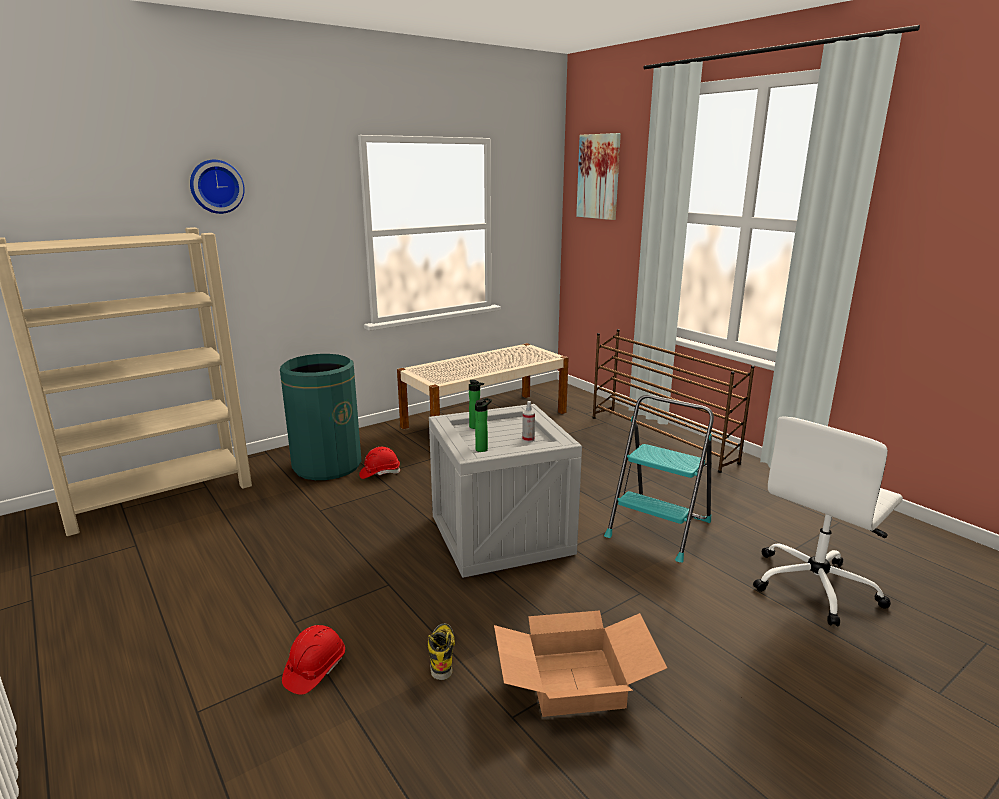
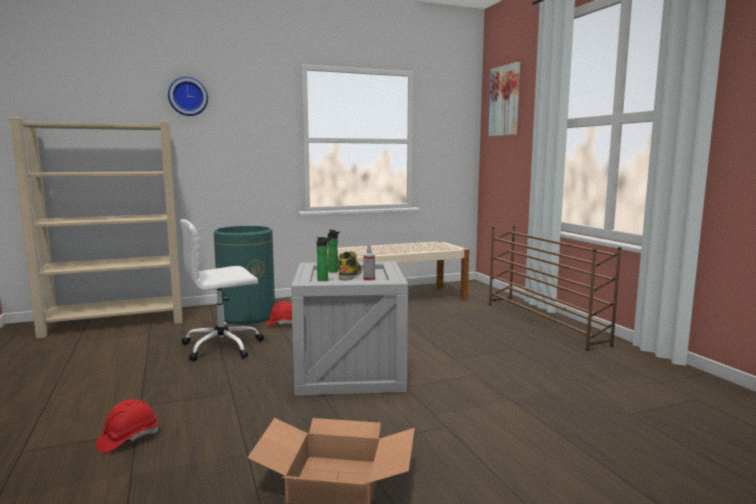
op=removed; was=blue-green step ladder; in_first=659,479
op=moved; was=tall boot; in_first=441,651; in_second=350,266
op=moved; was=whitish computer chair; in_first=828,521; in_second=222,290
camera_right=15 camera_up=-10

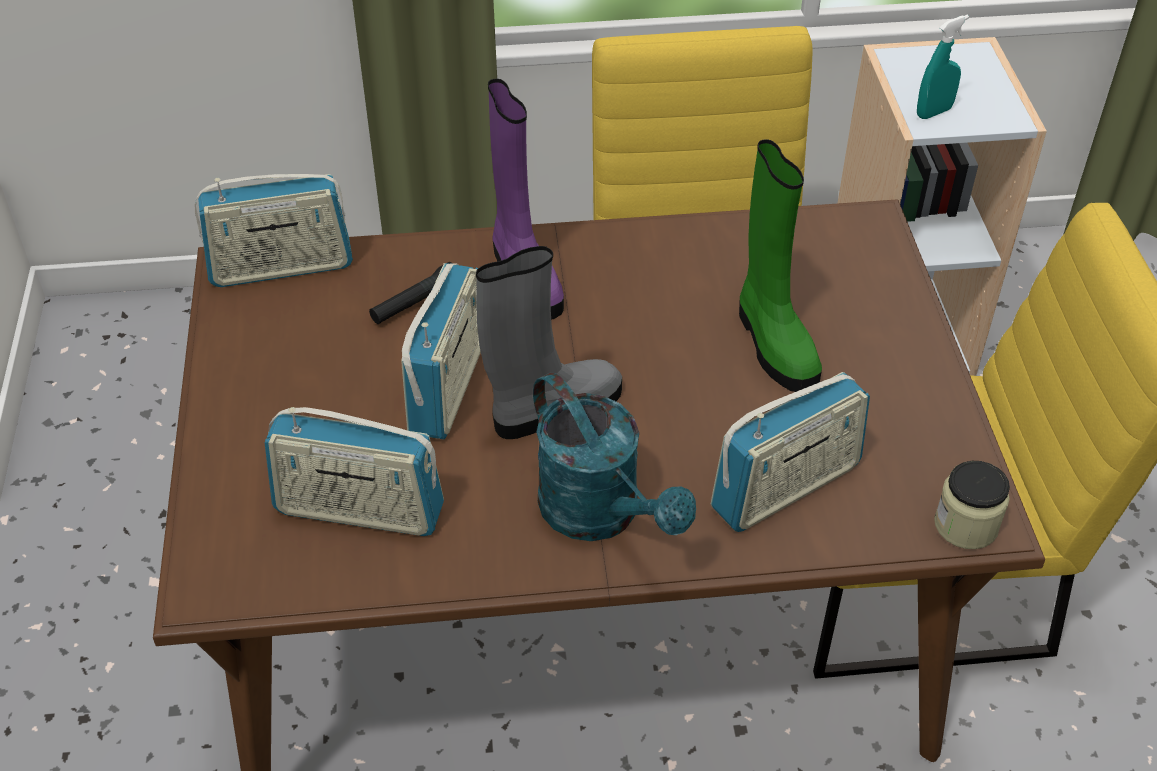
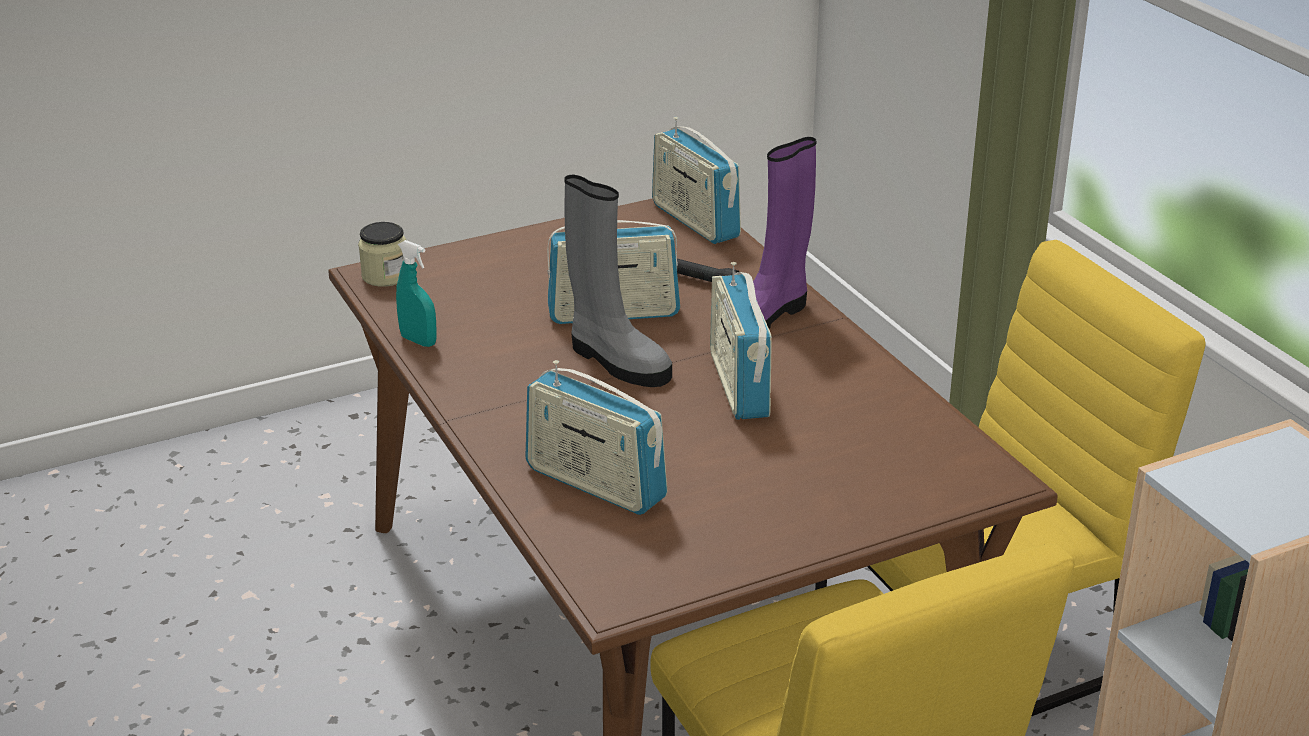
op=removed; was=blue-green sprinkling can; in_first=614,456
op=removed; was=greenish tall boot; in_first=780,265
op=moved; was=radio receiver; in_first=354,471; in_second=741,341
op=moved; was=blue-green hand sprayer; in_first=943,67; in_second=416,293
op=moved; was=storage jar; in_first=972,505; in_second=382,254
camera_right=70 camera_up=-15

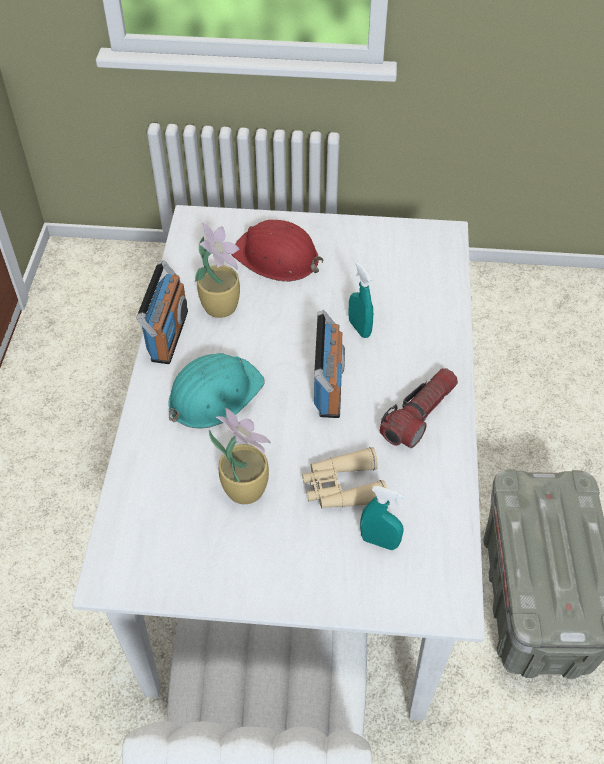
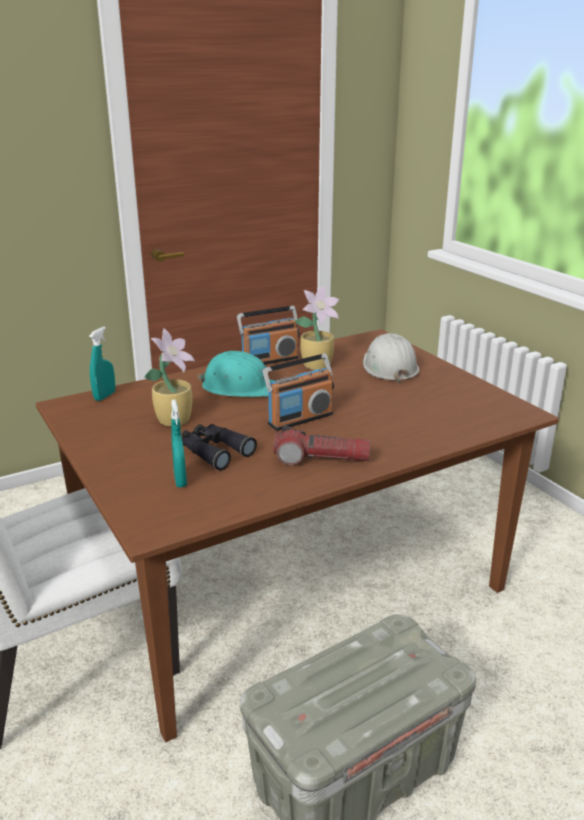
op=moved; was=blue-green hand sprayer; in_first=360,300; in_second=102,364
op=recoloured; was=whitish kitchen table; now=brownish kitchen table; in_first=278,462; in_second=297,535
op=recoloured; was=reddish hard hat; now=whitish hard hat; in_first=277,251; in_second=391,358
op=recoloured; was=beige pair of binoculars; now=blackish pair of binoculars; in_first=344,478; in_second=219,447
camera_right=55 camera_up=-25

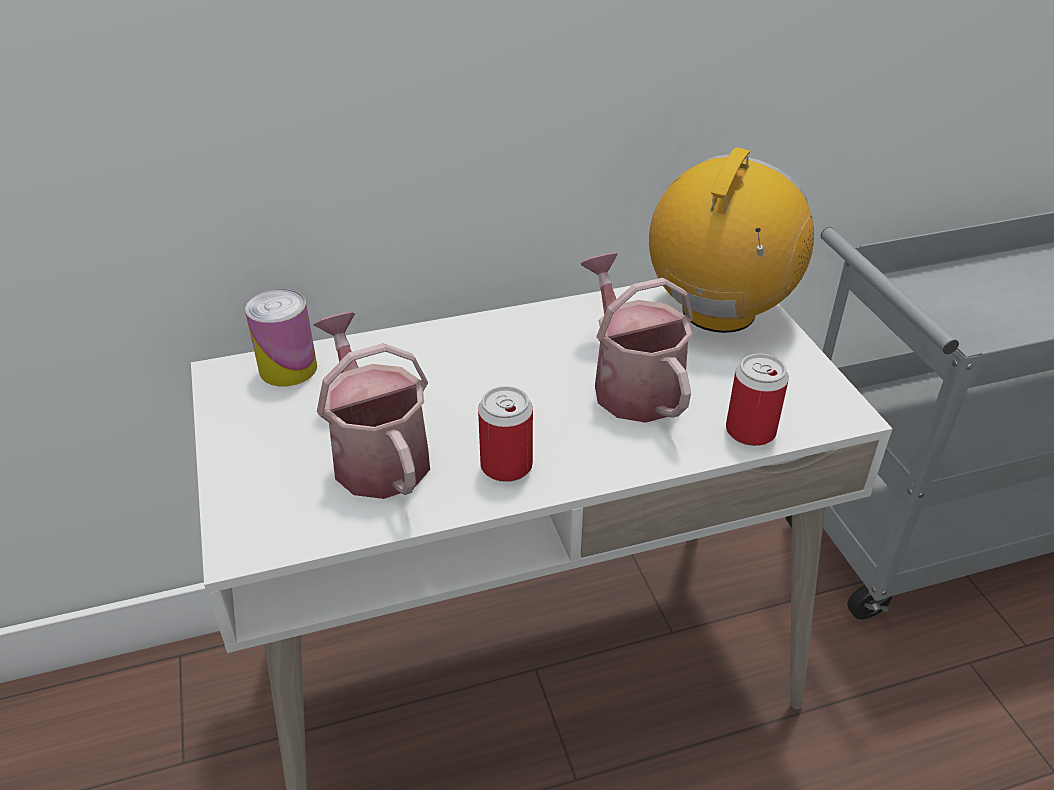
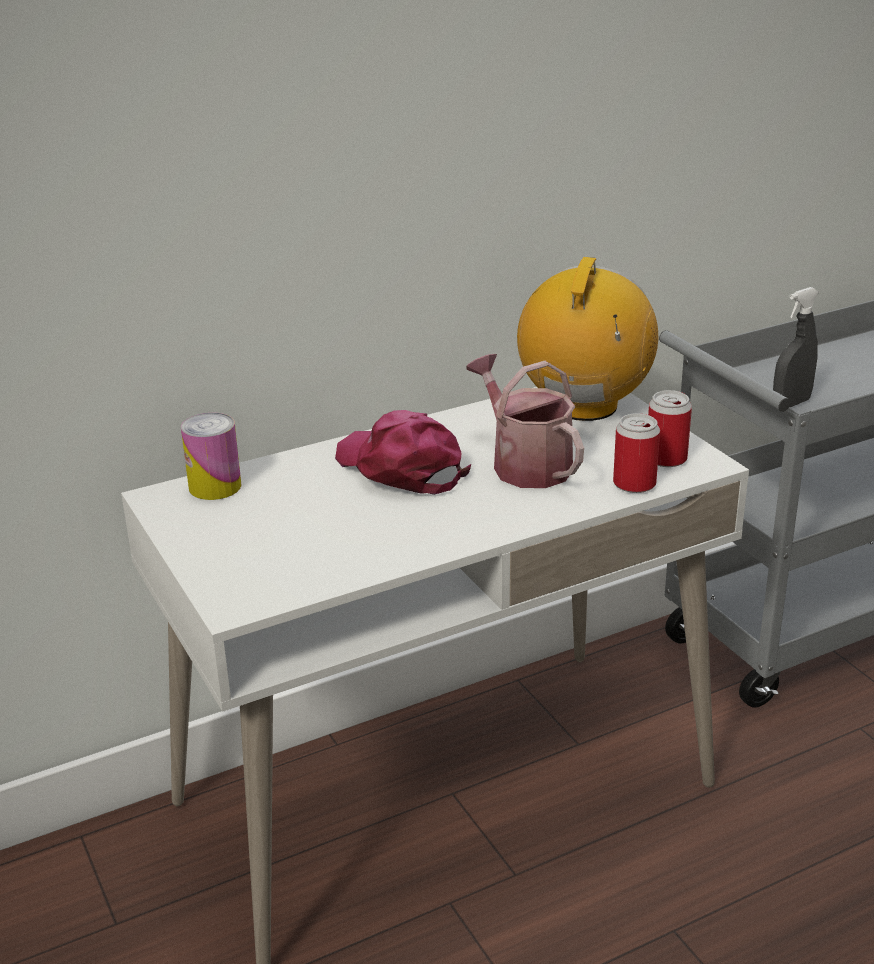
op=removed; was=sprinkling can; in_first=371,405
op=added; now=pink peaked cap; in_second=403,452
op=added; now=gray hand sprayer; in_second=796,347
op=moved; was=metal can; in_first=505,434; in_second=670,428
camera_right=-10 camera_up=-10

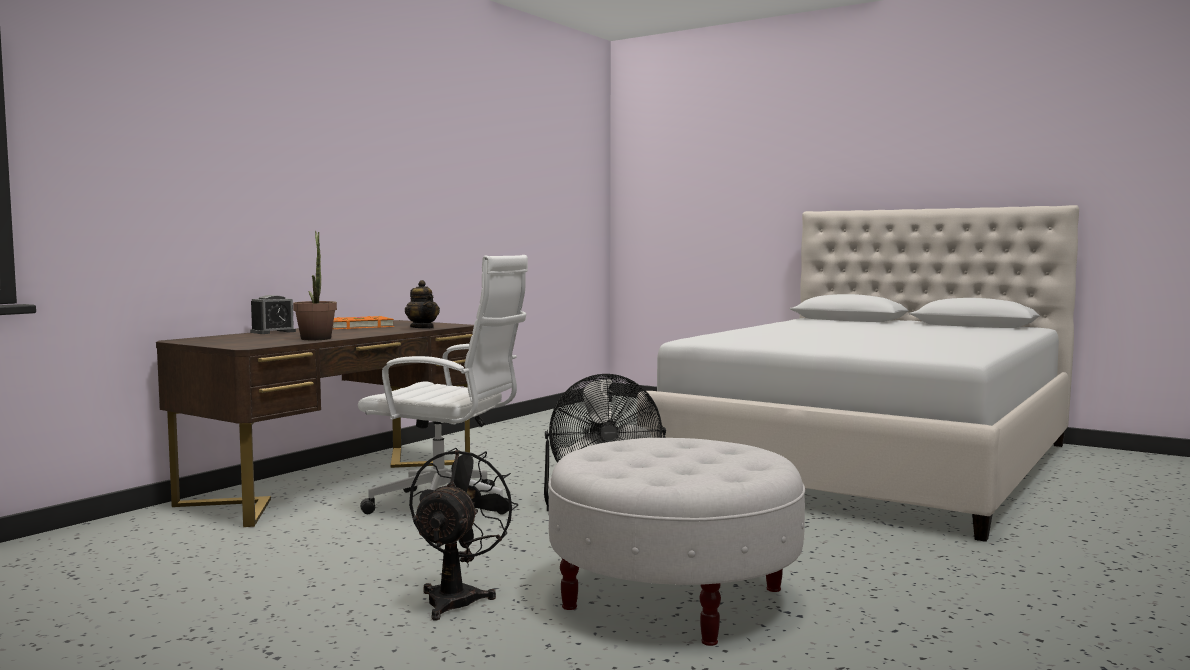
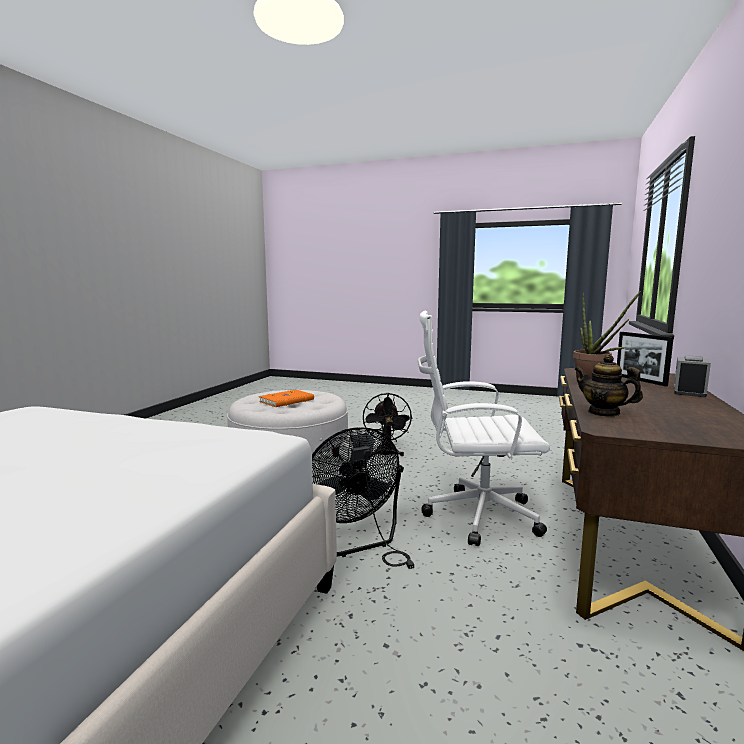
op=added; now=picture frame; in_second=645,359
op=moved; was=orangey volume; in_first=363,322; in_second=286,398
camera_right=165 camera_up=5

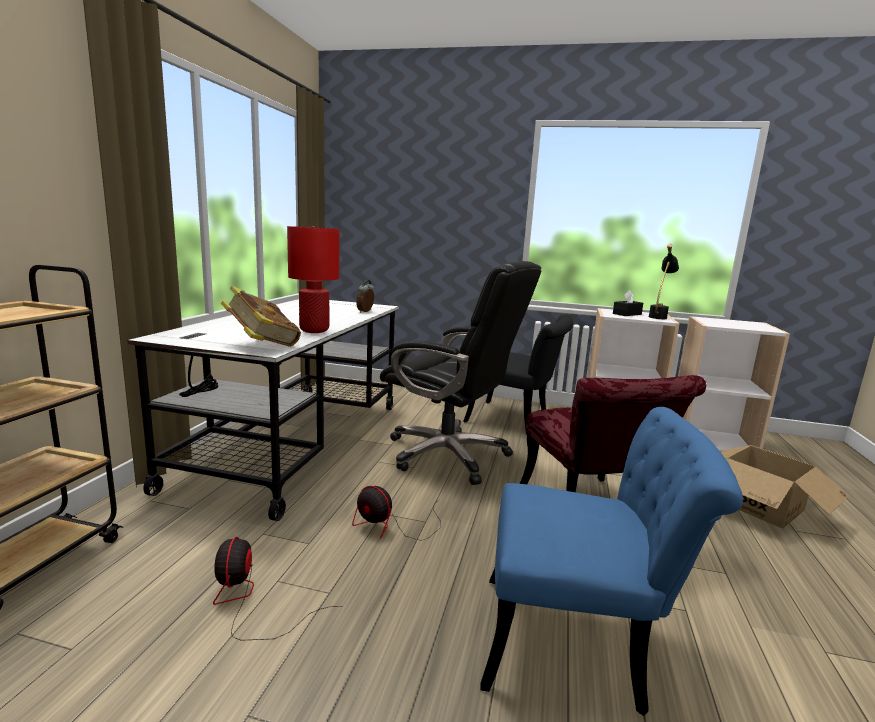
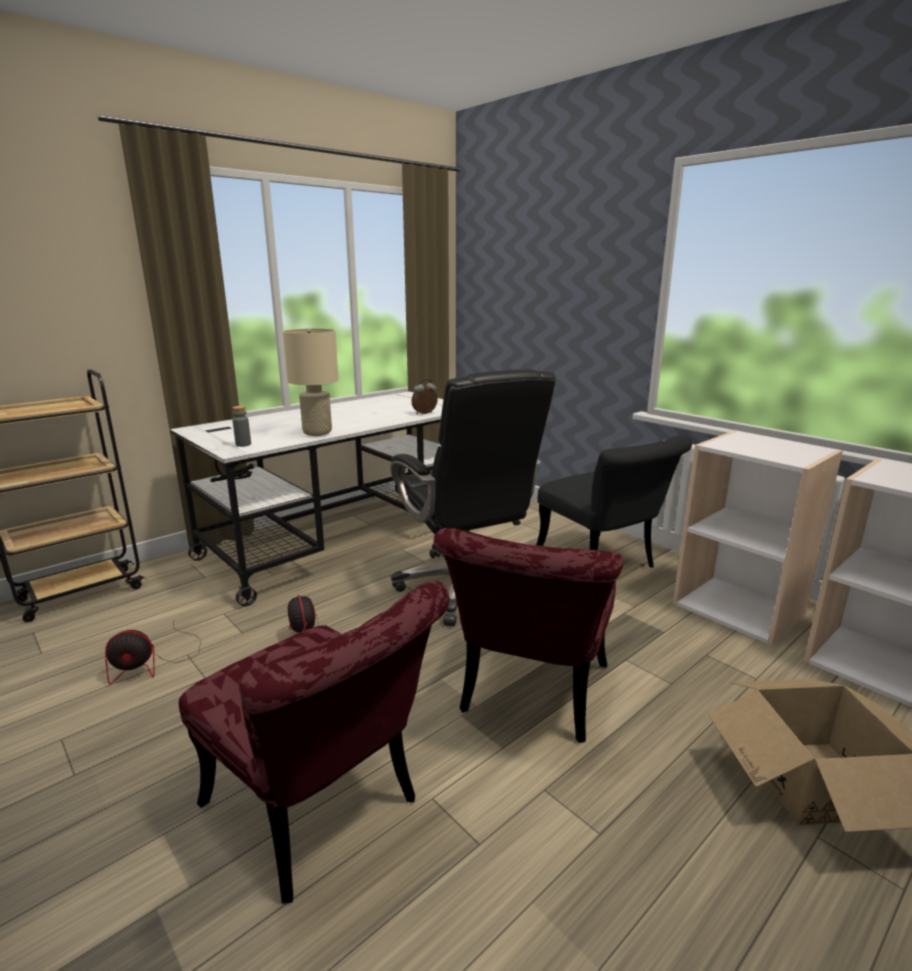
op=removed; was=blackish tissue box; in_first=628,303
op=removed; was=blackish lamp for a table; in_first=664,281
op=replaced; was=volume; now=gray beverage bottle; in_first=261,316; in_second=241,426
op=recoloured; was=reddish lamp for a table; now=beige lamp for a table; in_first=313,279; in_second=311,382
op=recoloured; was=blue plain chair; now=reddish plain chair; in_first=611,561; in_second=313,742
op=turned; was=cooling fan; in_first=277,589; in_second=153,653; clockwise=-135
camera_right=35 camera_up=5

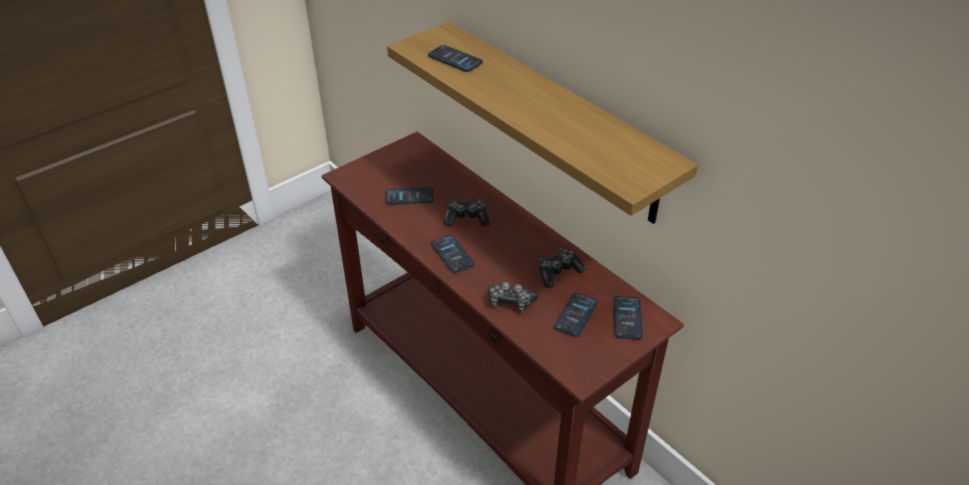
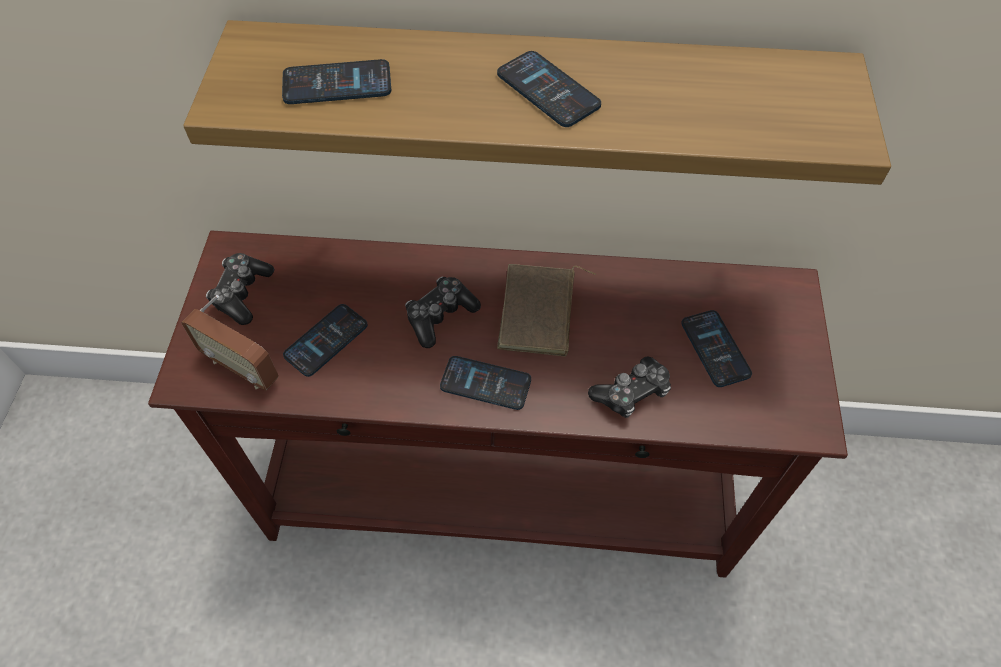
op=added; now=radio receiver; in_second=230,343
op=added; now=brownish volume; in_second=546,310
op=moved; was=joypad; in_first=562,268; in_second=240,289
op=moved; was=telephone; in_first=628,317; in_second=549,89
camera_right=-45 camera_up=15

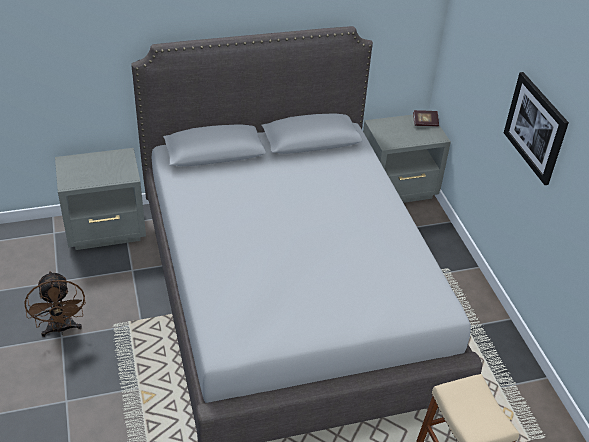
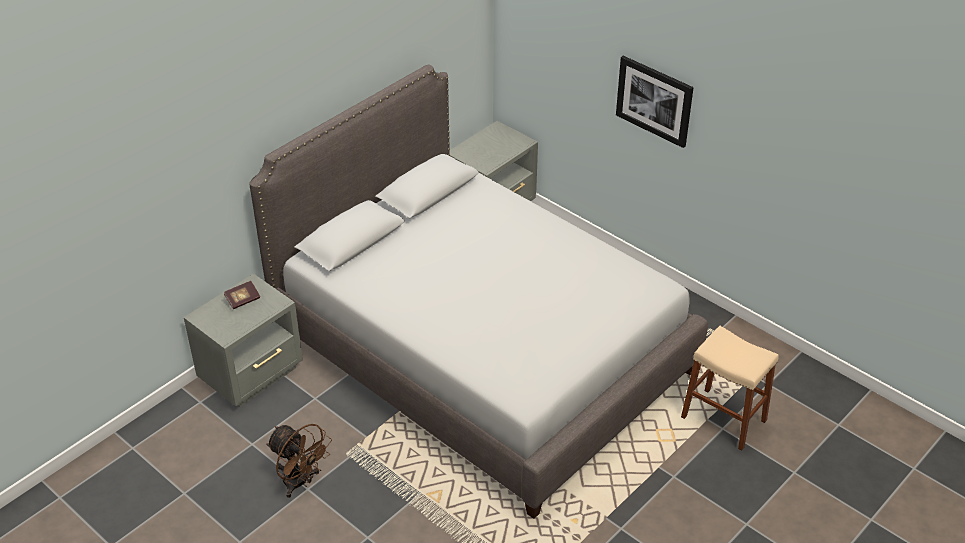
op=moved; was=volume; in_first=426,118; in_second=242,295
camera_right=-30 camera_up=0

